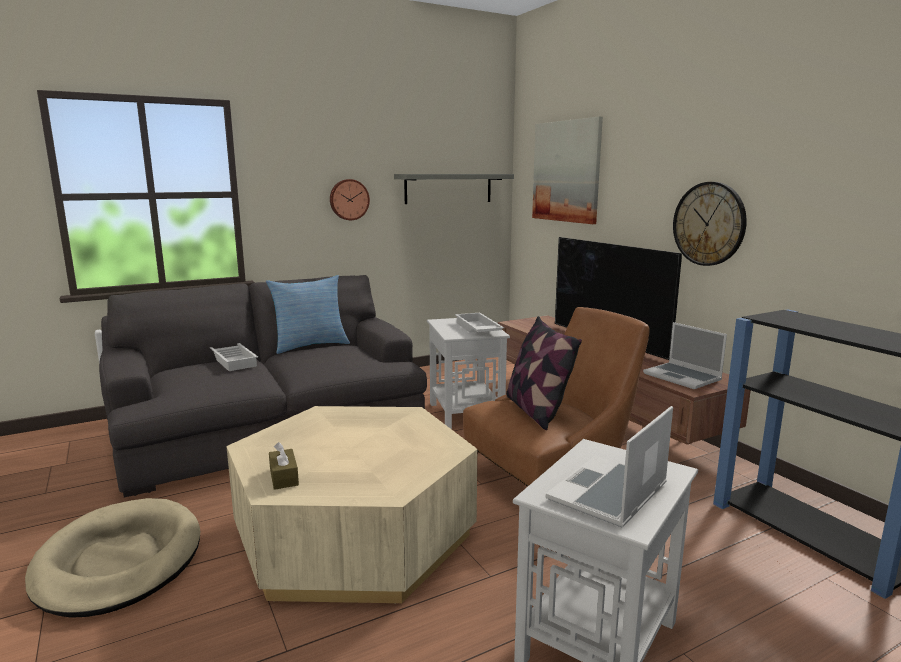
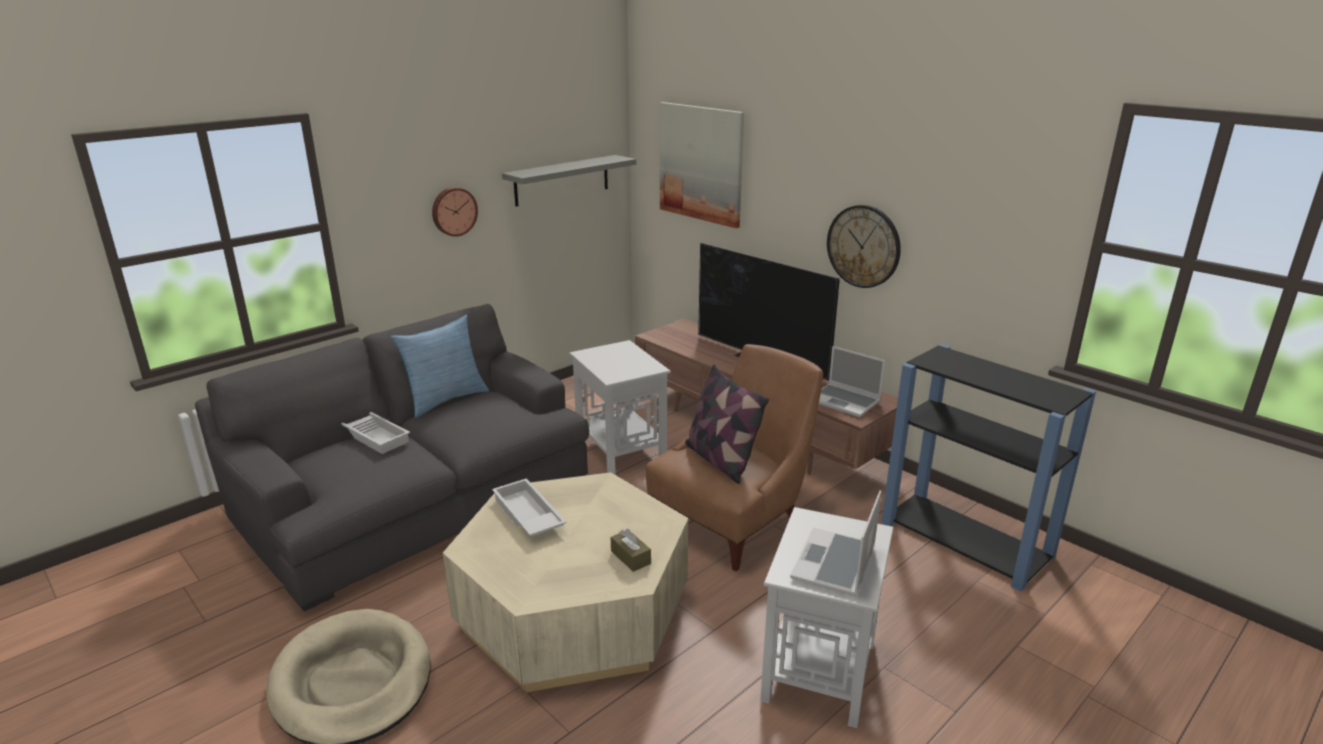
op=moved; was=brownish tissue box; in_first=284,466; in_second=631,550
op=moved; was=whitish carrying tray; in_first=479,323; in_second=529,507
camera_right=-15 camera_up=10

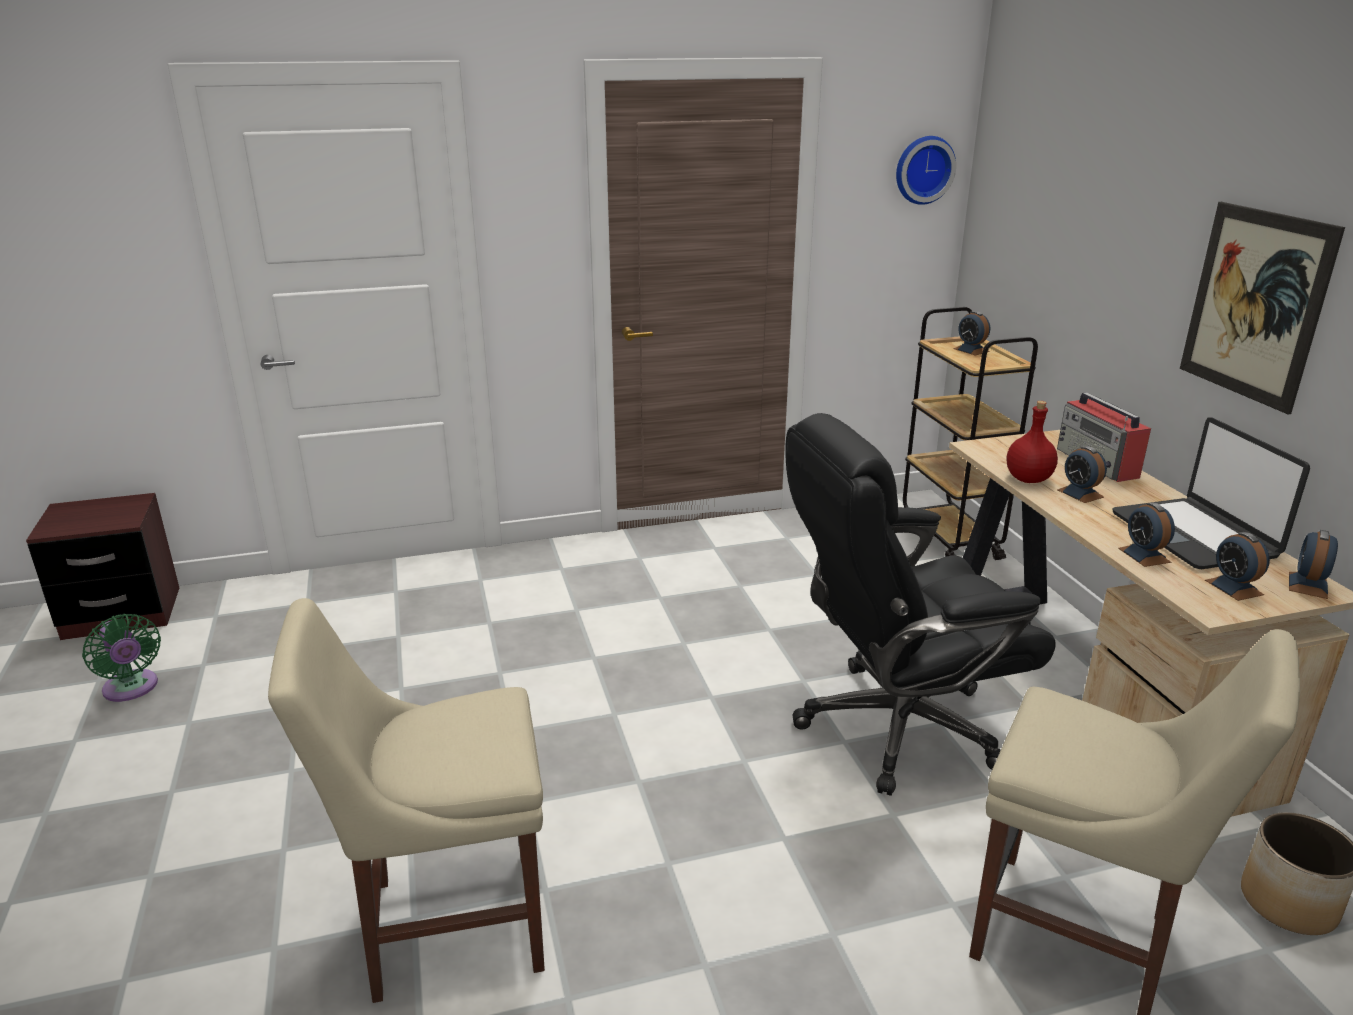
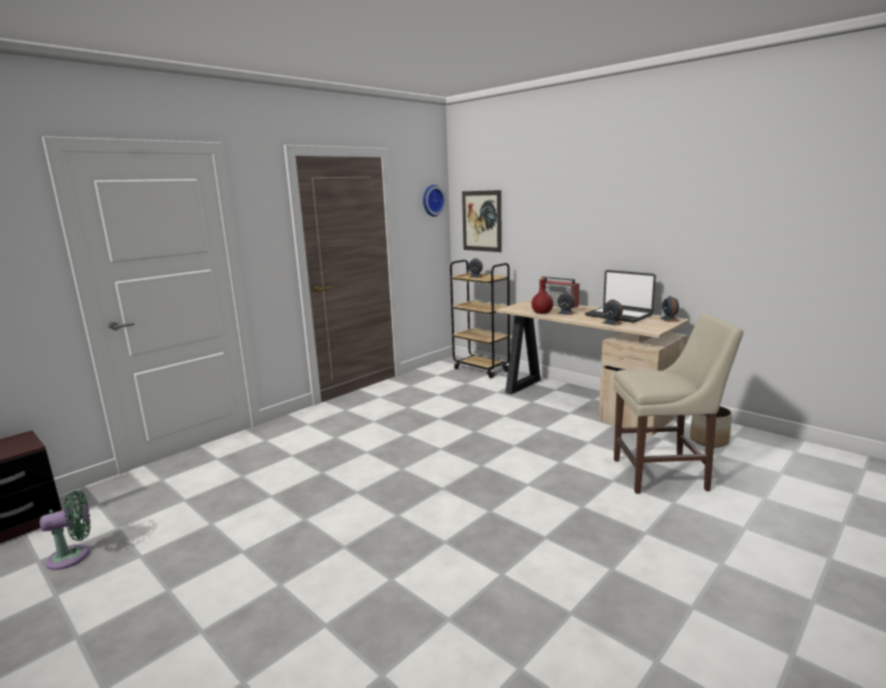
op=removed; was=beige plain chair; in_first=406,800
op=removed; was=blackish computer chair; in_first=920,604
op=removed; was=table clock; in_first=1237,566
op=moved; was=wall picture; in_first=1262,308; in_second=482,221
op=turned; was=greenish cooling fan; in_first=121,658; in_second=65,530; clockwise=-45
camera_right=-30 camera_up=-10

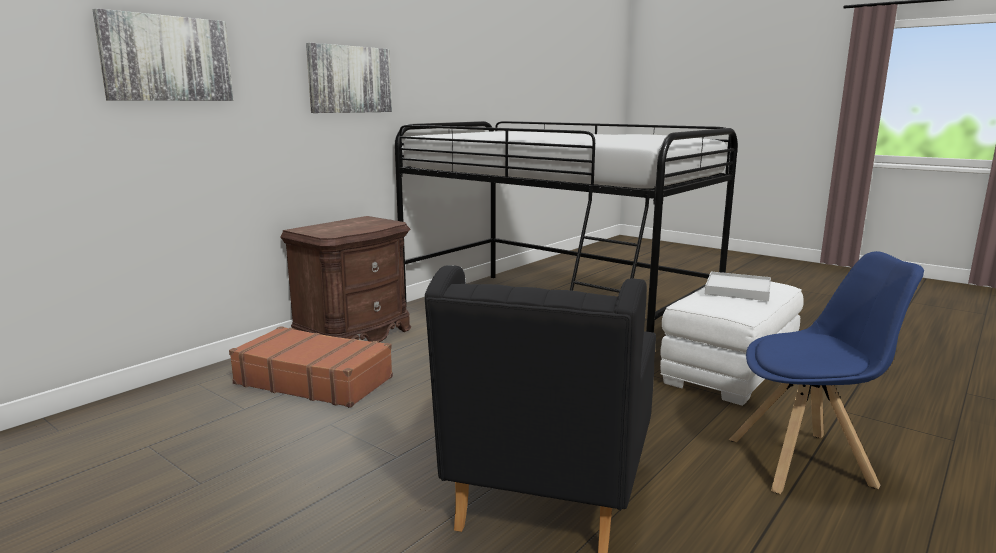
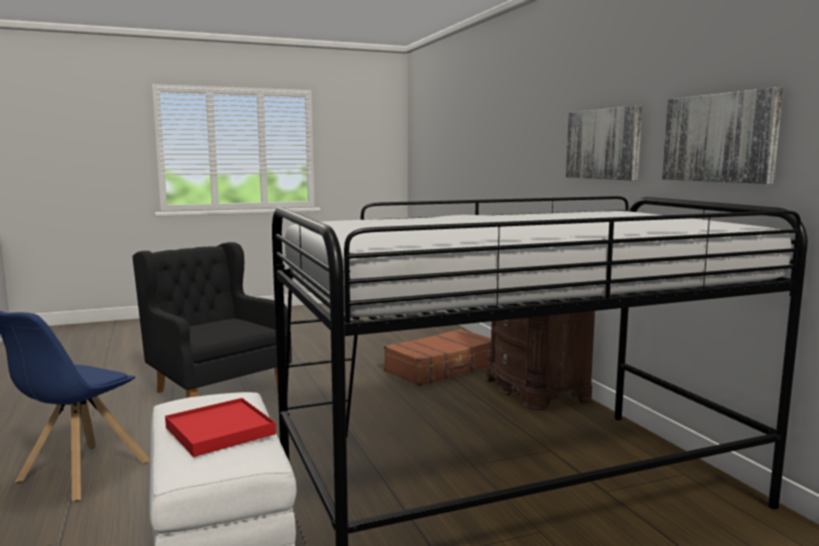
op=moved; was=wall picture; in_first=163,54; in_second=722,135
op=recoloured; was=whitish carrying tray; now=reddish carrying tray; in_first=738,286; in_second=220,427
camera_right=120 camera_up=-5

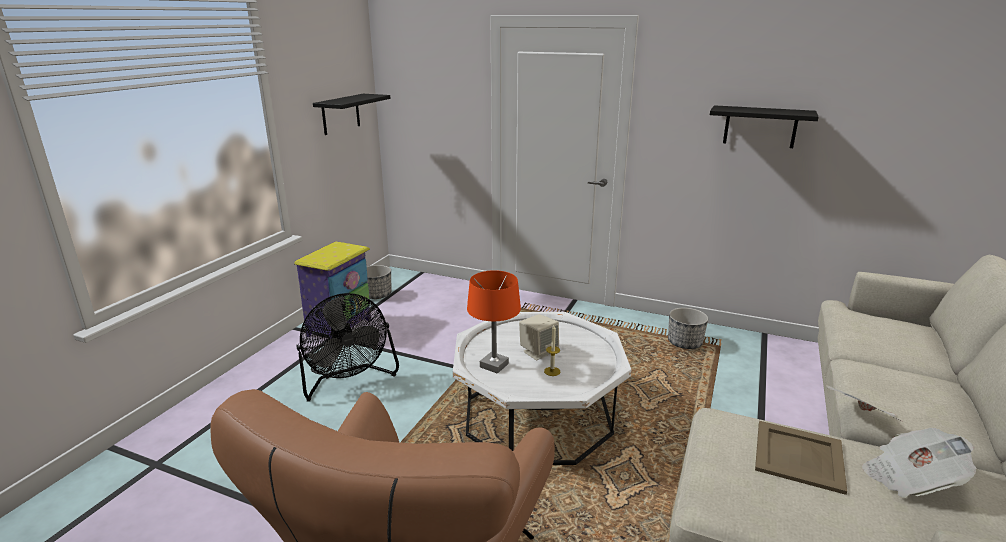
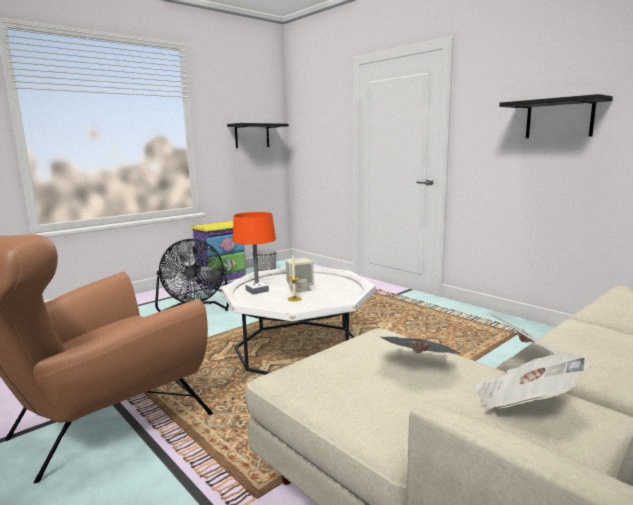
op=removed; was=planter; in_first=688,328
op=replaced; was=beige carrying tray; now=printed paper; in_first=801,458; in_second=419,345
camera_right=25 camera_up=-10

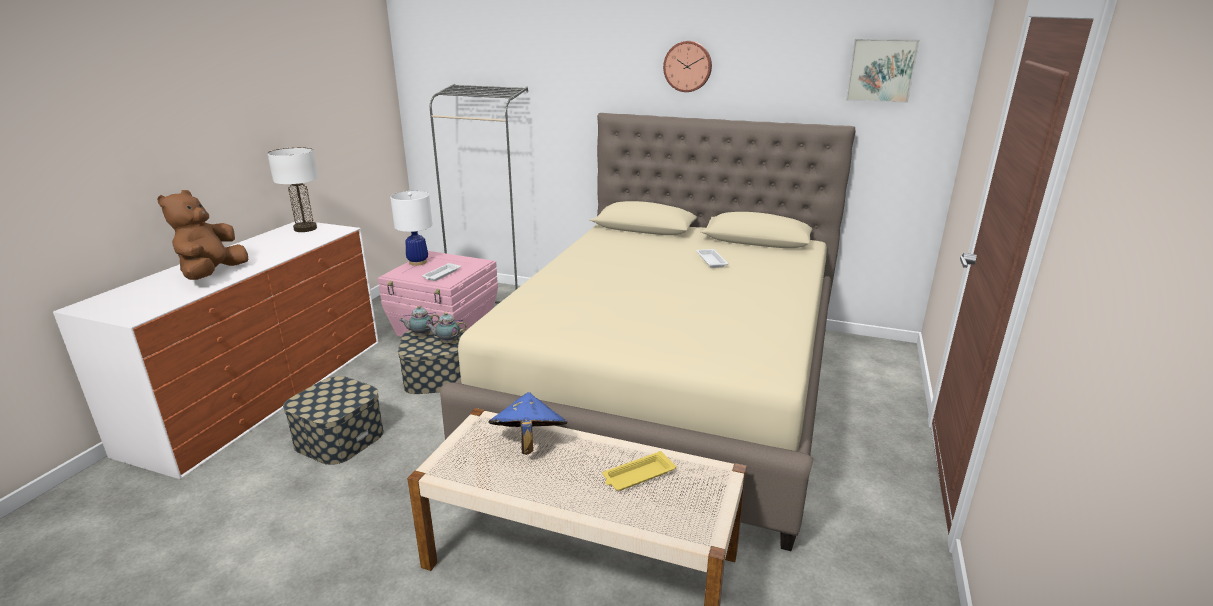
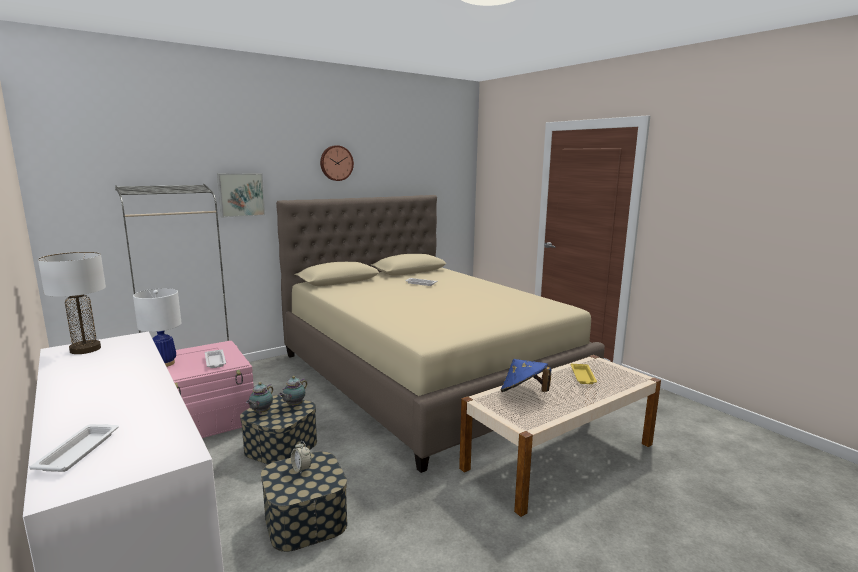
op=removed; was=brownish cuddly toy; in_first=202,235
op=added; now=whitish carrying tray; in_second=73,448
op=added; now=table clock; in_second=301,457
op=moved; was=wall picture; in_first=882,71; in_second=241,195
camera_right=-55 camera_up=-10

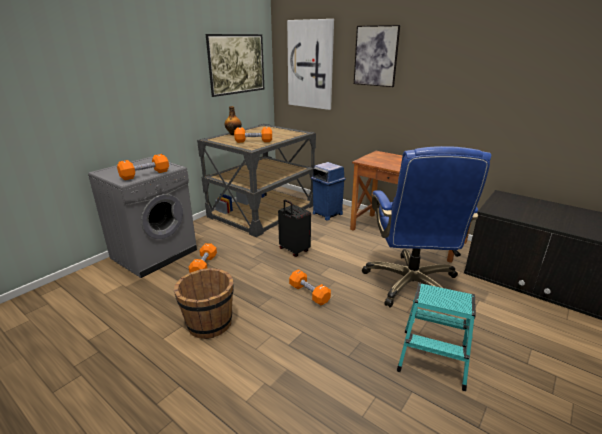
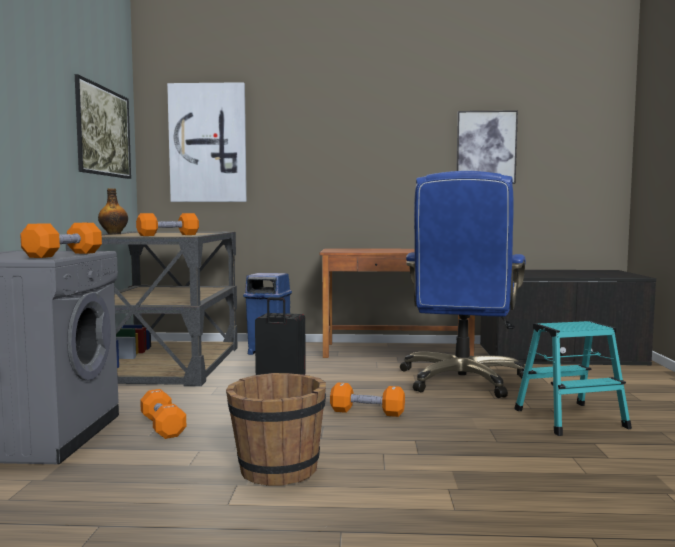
op=moved; was=wall picture; in_first=377,56; in_second=487,147
op=turned; was=blue computer chair; in_first=426,227; in_second=463,284; clockwise=45
camera_right=-35 camera_up=-20

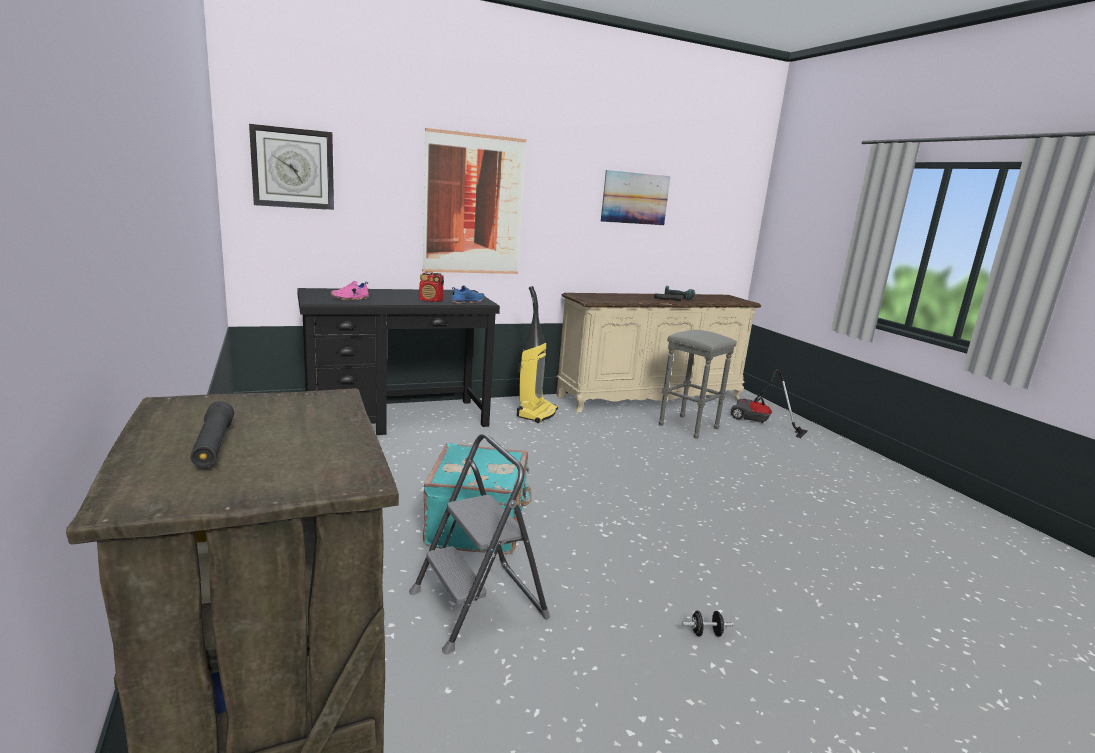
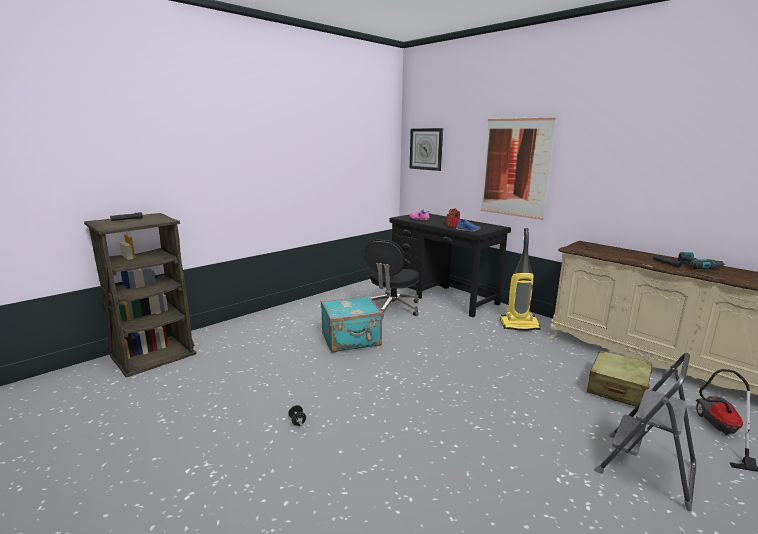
op=removed; was=wall picture; in_first=635,197
op=added; now=blackish computer chair; in_second=392,278
op=moved; was=gray step ladder; in_first=479,544; in_second=645,432
op=replaced; was=gray stool; now=beige travel case; in_first=698,384; in_second=619,378
camera_right=70 camera_up=0

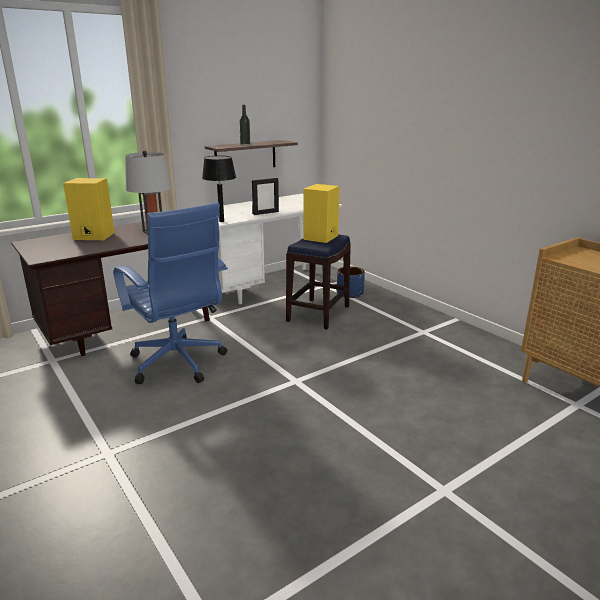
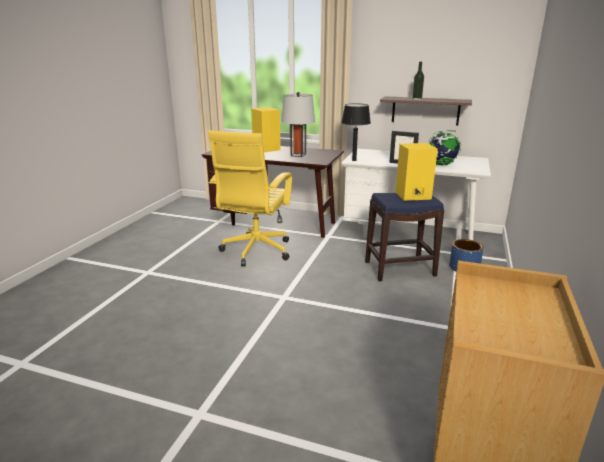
op=added; now=world globe; in_second=445,147
op=recoloured; was=blue computer chair; now=yellow computer chair; in_first=170,293; in_second=250,198
camera_right=55 camera_up=0

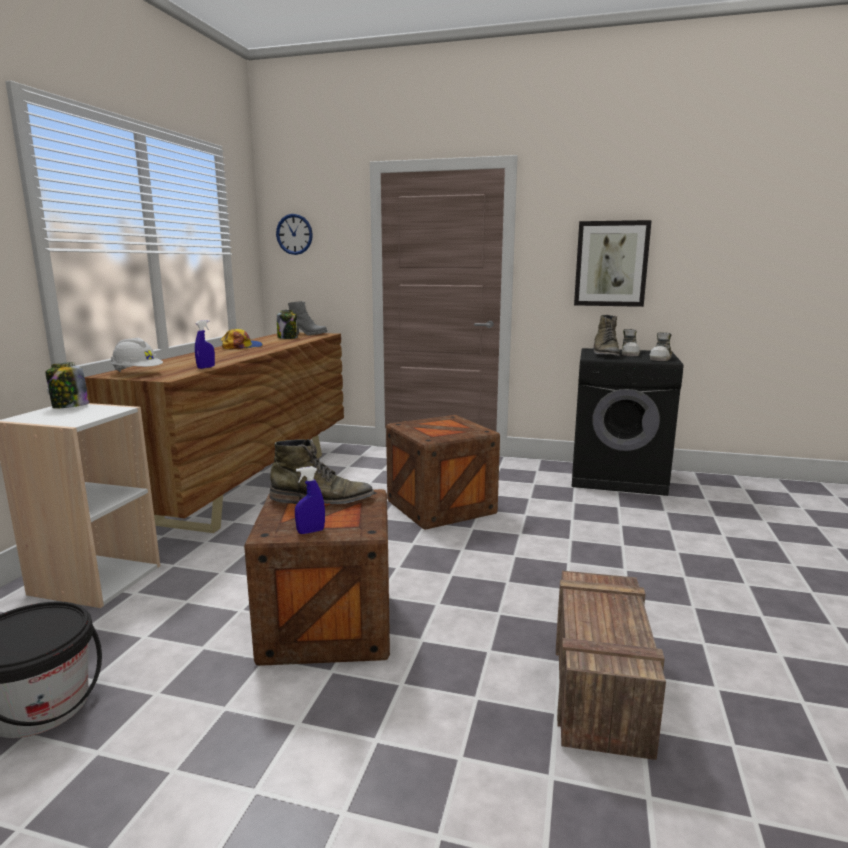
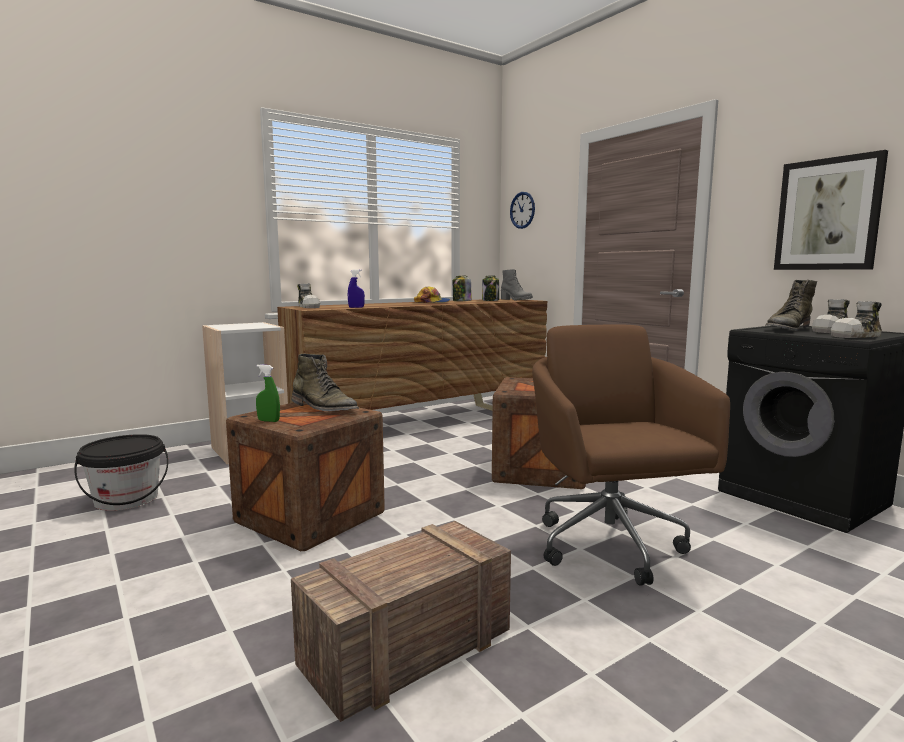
op=added; now=brownish computer chair; in_second=631,455
op=moved; was=storage jar; in_first=67,385; in_second=462,288
op=replaced; was=whitish hard hat; now=low shoe; in_first=137,355; in_second=308,295
op=recoloured; was=blue hand sprayer; now=greenish hand sprayer; in_first=310,500; in_second=268,393
camera_right=40 camera_up=-5

